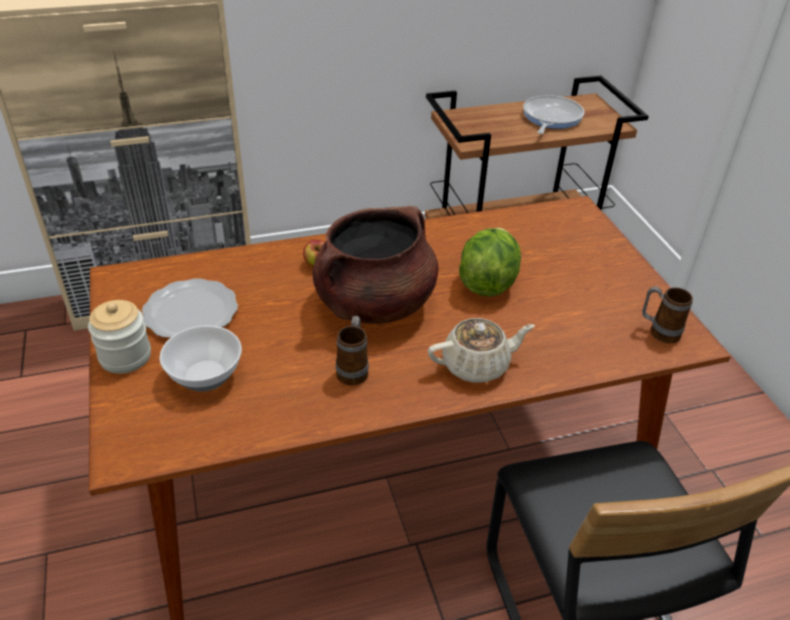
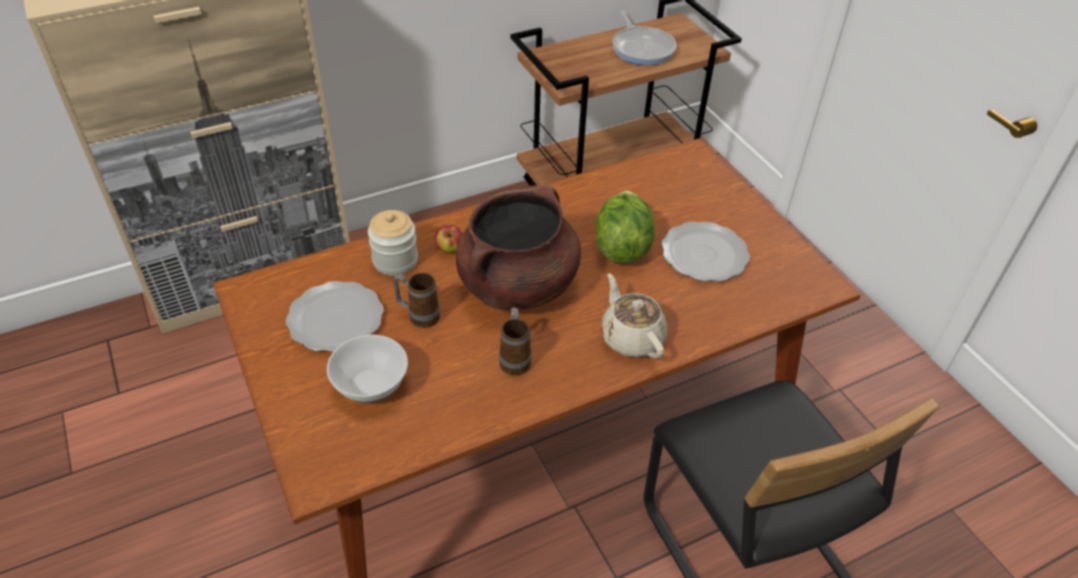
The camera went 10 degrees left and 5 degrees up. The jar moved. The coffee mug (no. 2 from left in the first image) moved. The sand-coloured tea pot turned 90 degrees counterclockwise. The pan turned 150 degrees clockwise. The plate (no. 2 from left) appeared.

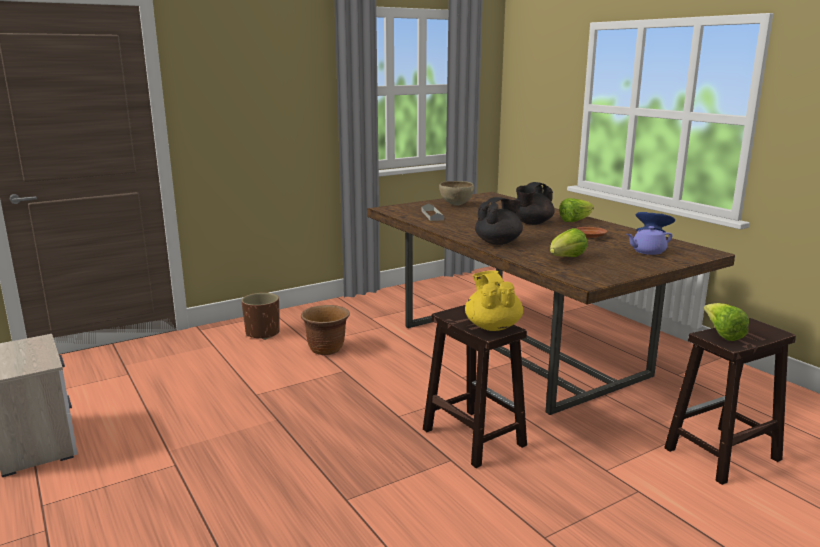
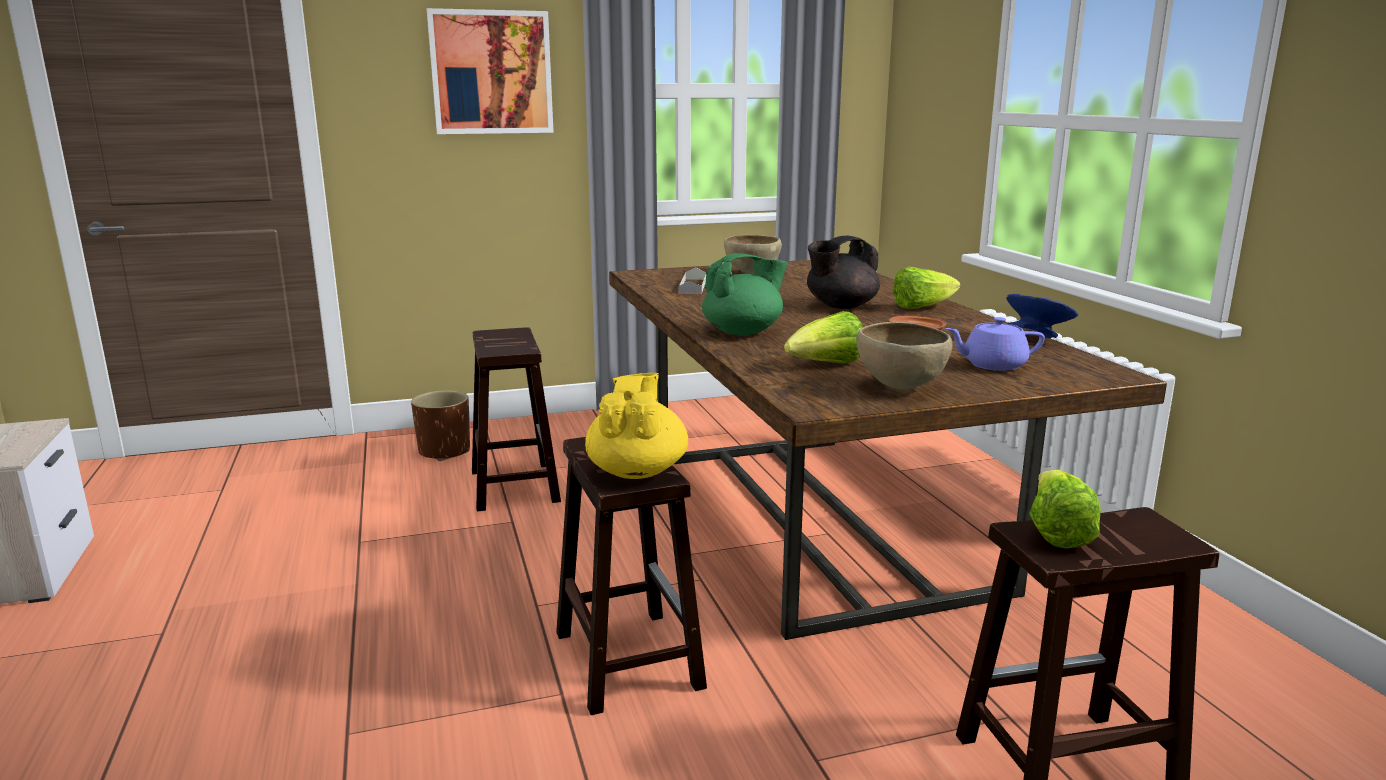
The camera went 15 degrees right and 0 degrees up. The wall picture appeared. The brown planter (no. 2 from left) was replaced by the brown sitting stool (no. 1 from left). The blackish tea pot (no. 1 from left) became the greenish tea pot. The brown serving bowl (no. 2 from left) appeared.

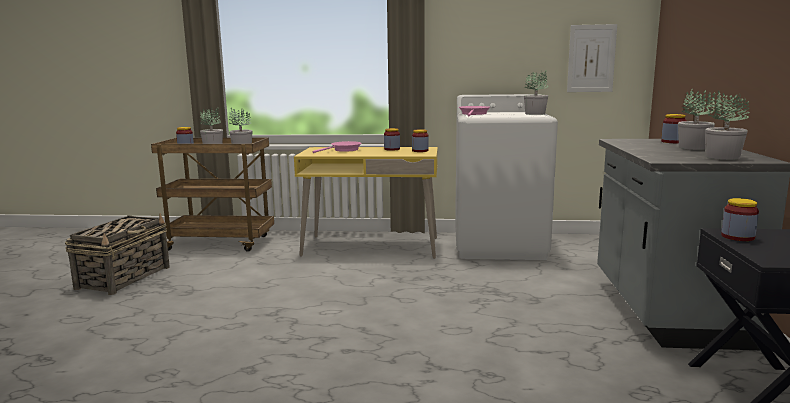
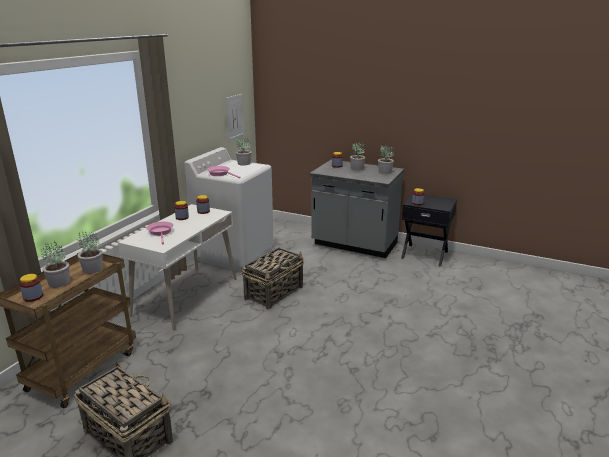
The camera went 70 degrees left and 10 degrees up. The yellowish desk unit became the white desk unit. The storage basket (no. 2 from left) appeared.

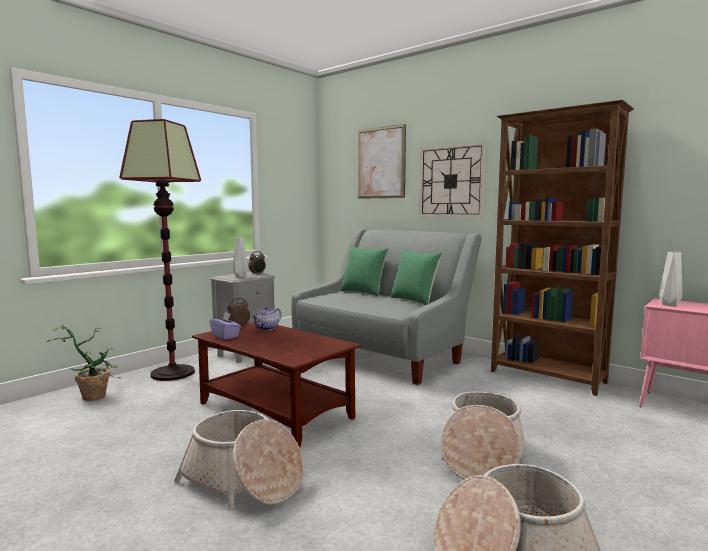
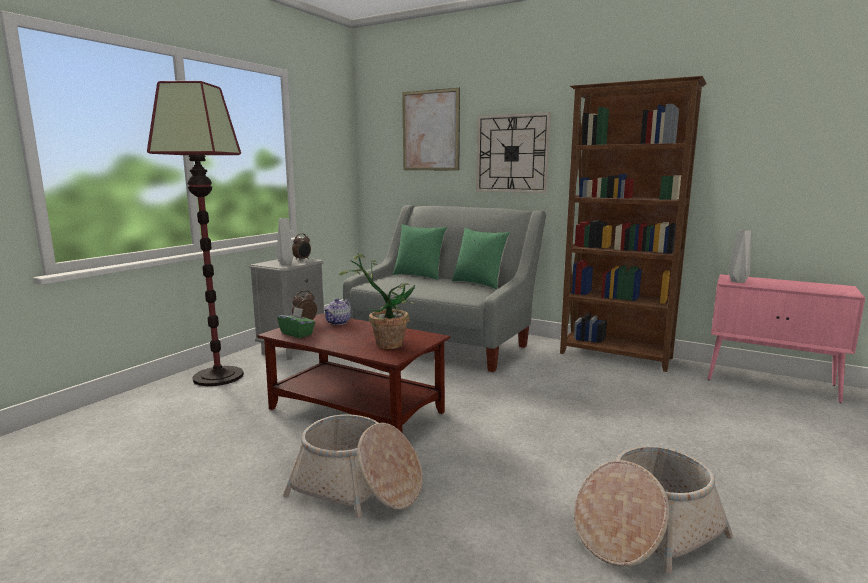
The camera went 10 degrees left and 5 degrees up. The purple-coloured tissue box became the greenish tissue box. The houseplant moved. The storage basket (no. 2 from left) disappeared.

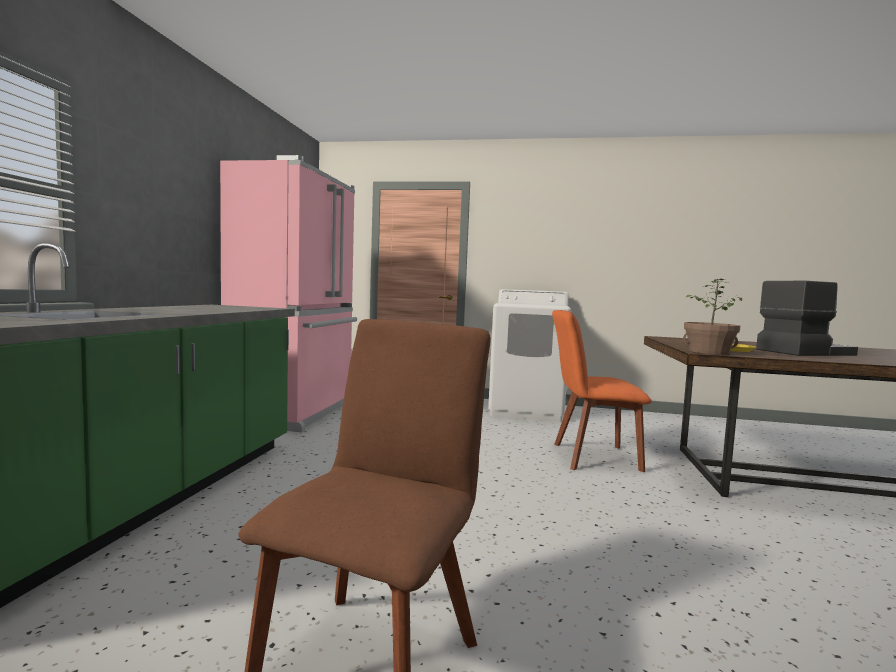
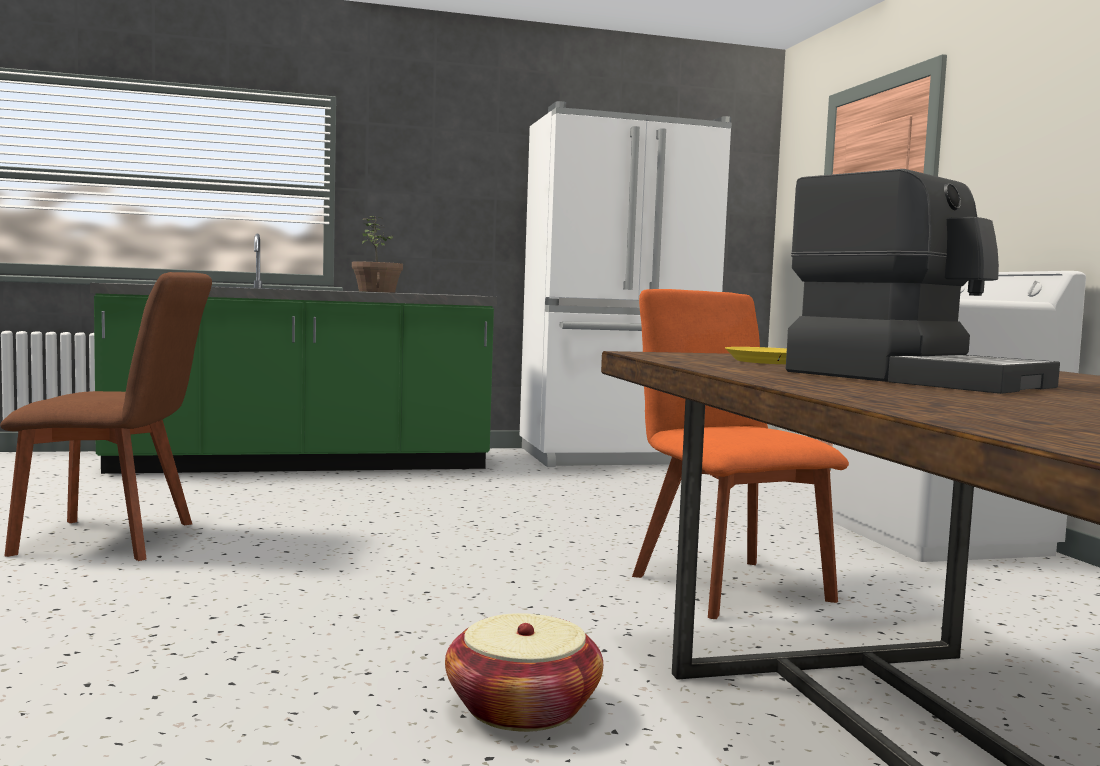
The camera went 65 degrees right and 0 degrees up. The houseplant moved. The storage basket appeared. The pink-coloured fridge became the white fridge.

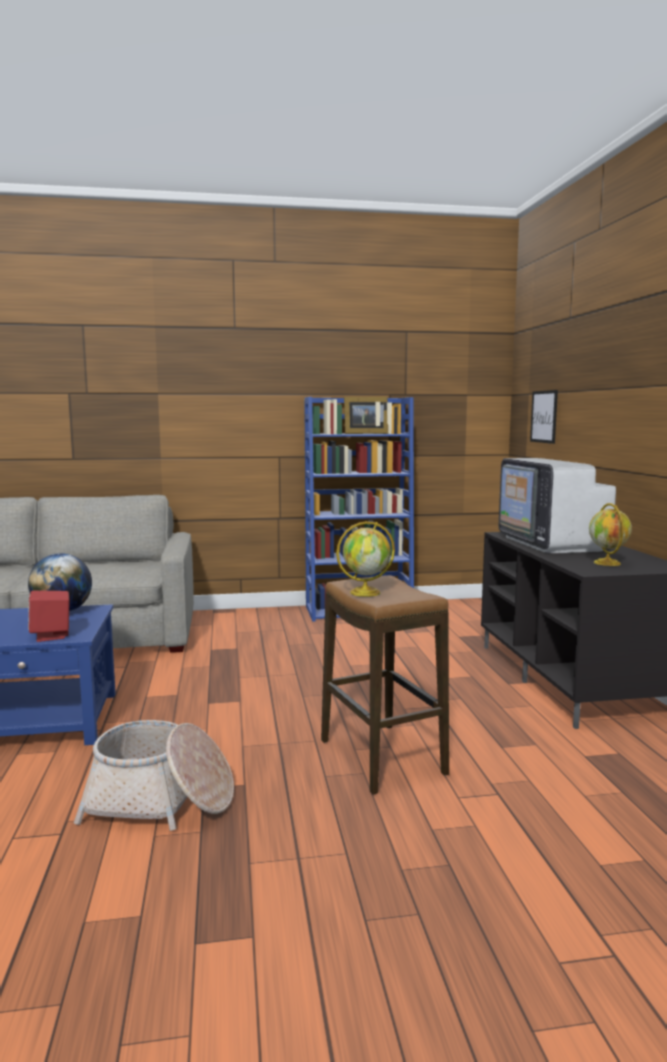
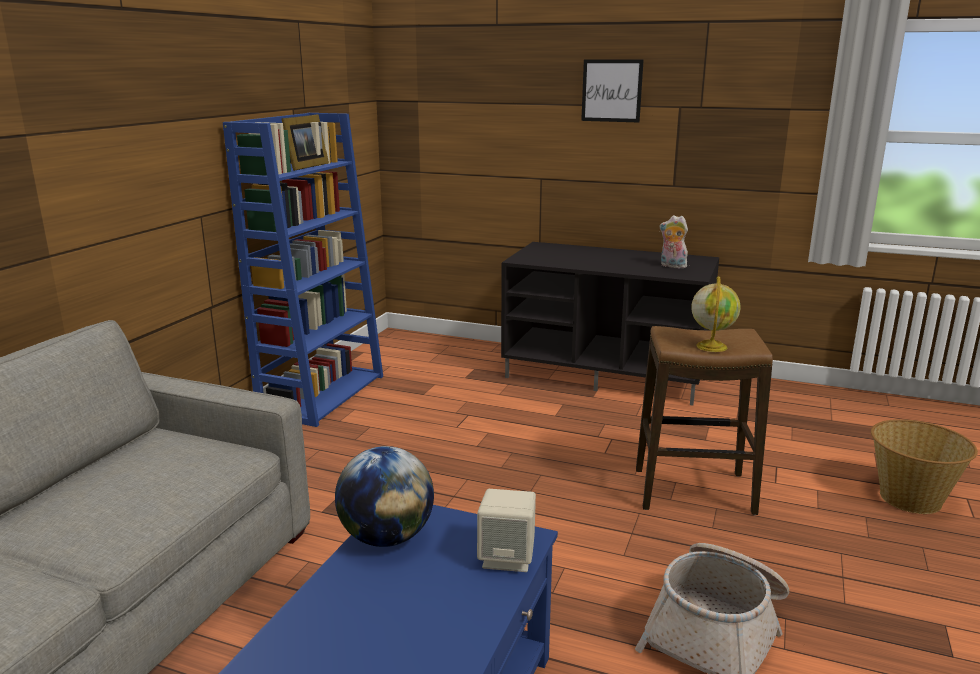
The camera went 60 degrees left and 10 degrees up. The red speaker became the sand-coloured speaker. The wall picture moved. The globe (no. 3 from left) was replaced by the plush toy. The storage basket (no. 2 from left) appeared. The TV set disappeared.

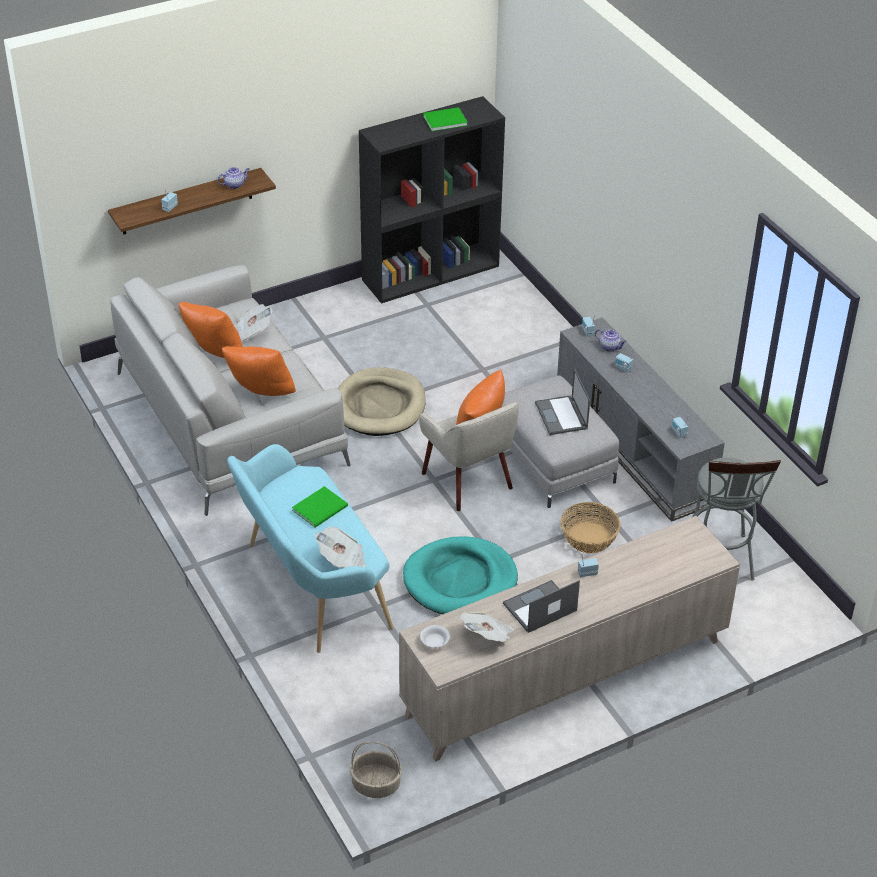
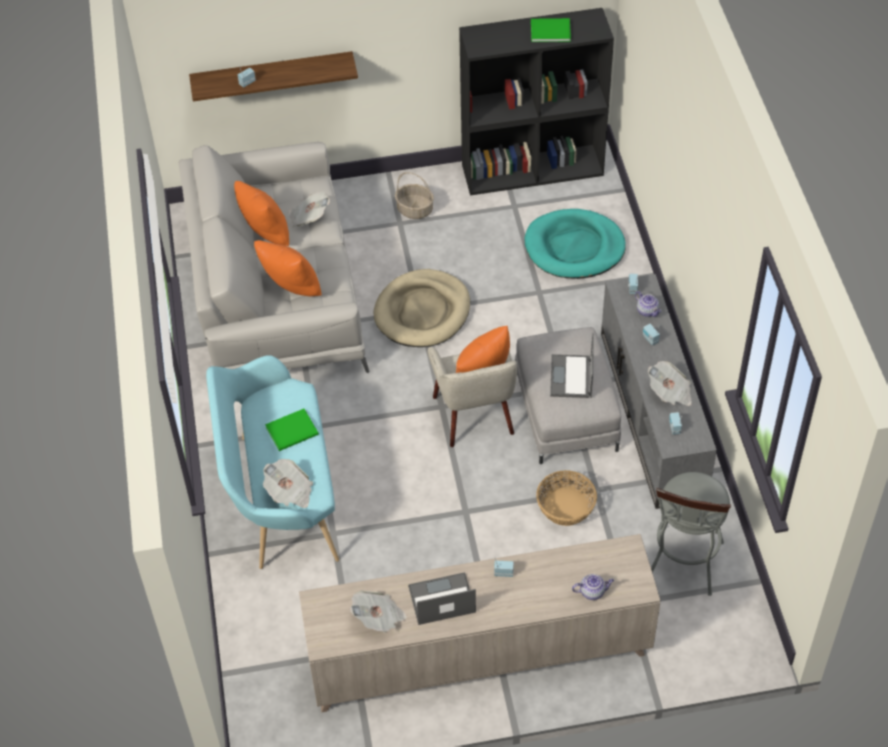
The camera went 20 degrees right and 10 degrees up. The storage basket (no. 1 from left) moved. The turquoise pet bed moved. The tea pot (no. 1 from left) moved. The printed paper (no. 4 from left) appeared. The white serving bowl disappeared.

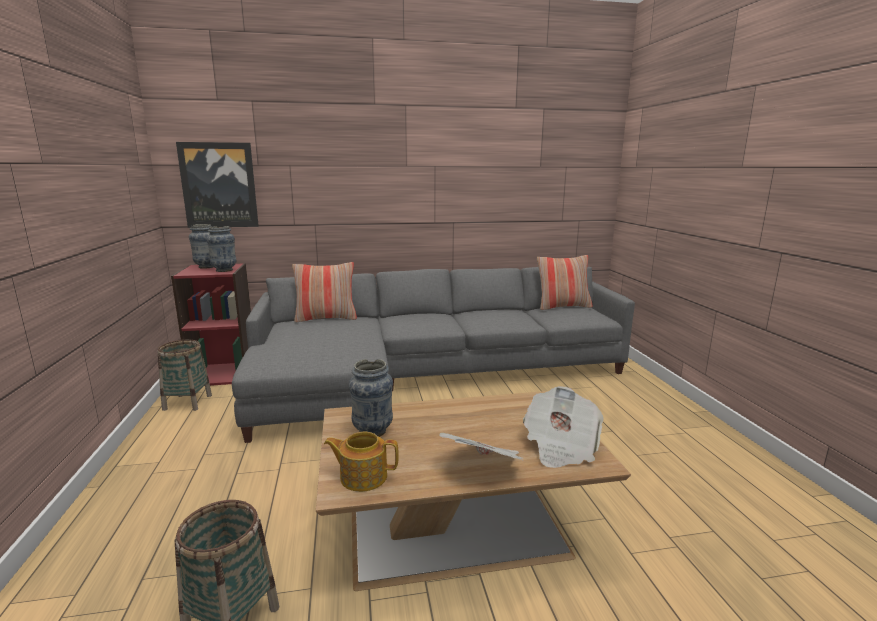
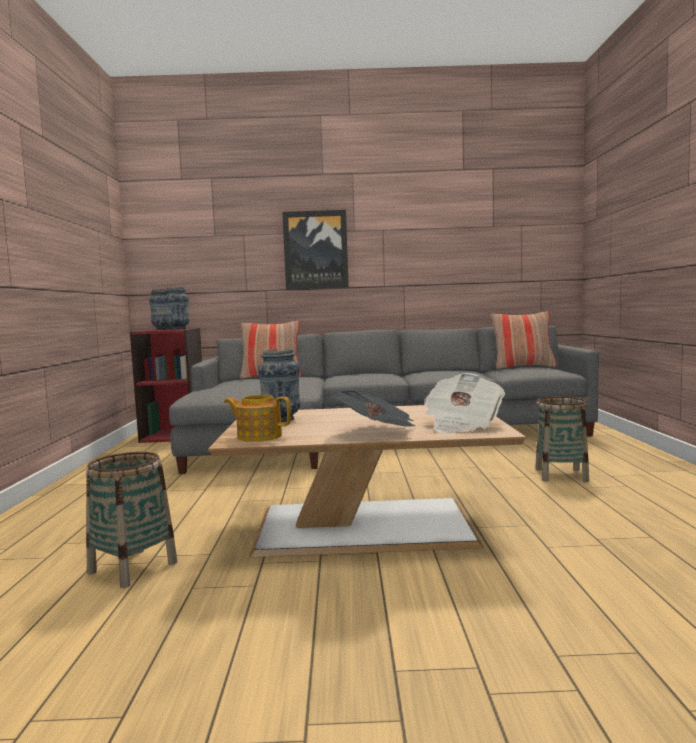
The camera went 10 degrees right and 10 degrees down. The wall picture moved. The storage basket (no. 1 from left in the first image) moved.

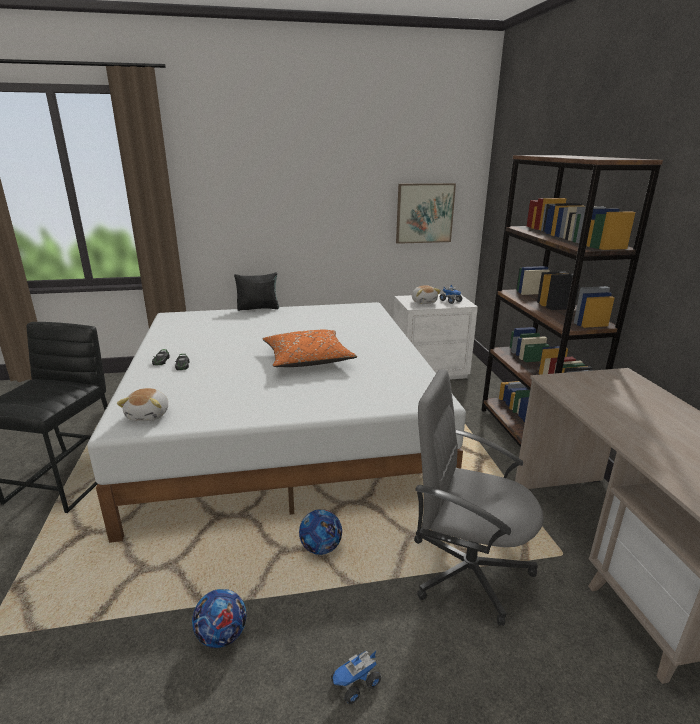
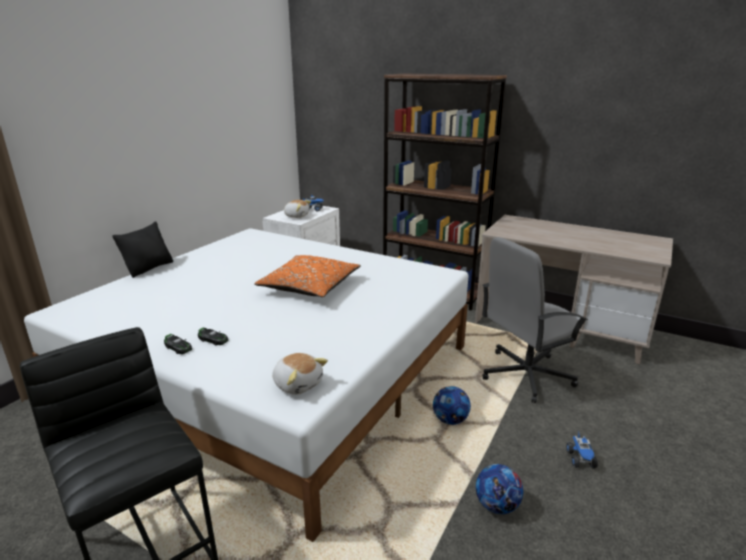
The camera went 50 degrees left and 0 degrees up. The wall picture disappeared.

